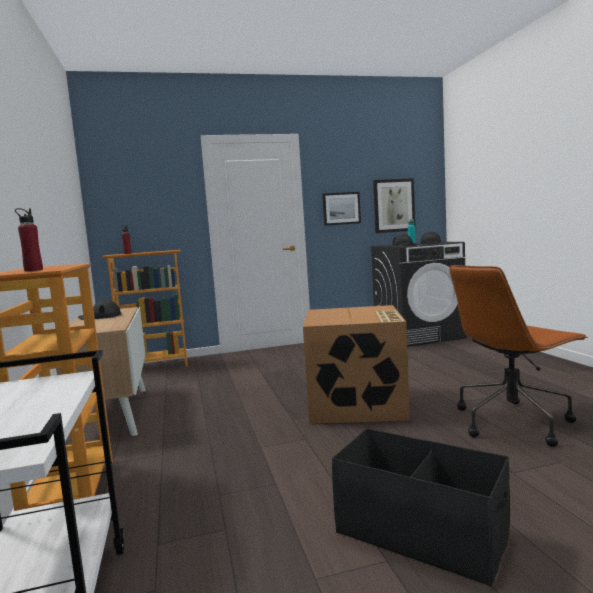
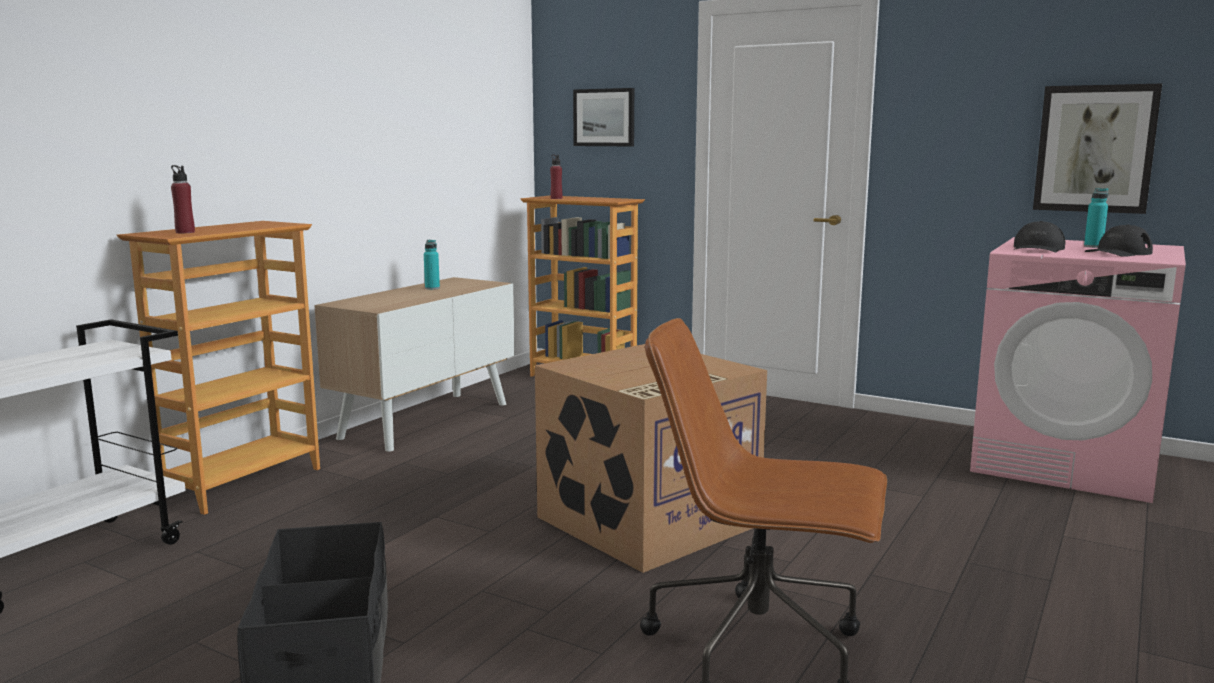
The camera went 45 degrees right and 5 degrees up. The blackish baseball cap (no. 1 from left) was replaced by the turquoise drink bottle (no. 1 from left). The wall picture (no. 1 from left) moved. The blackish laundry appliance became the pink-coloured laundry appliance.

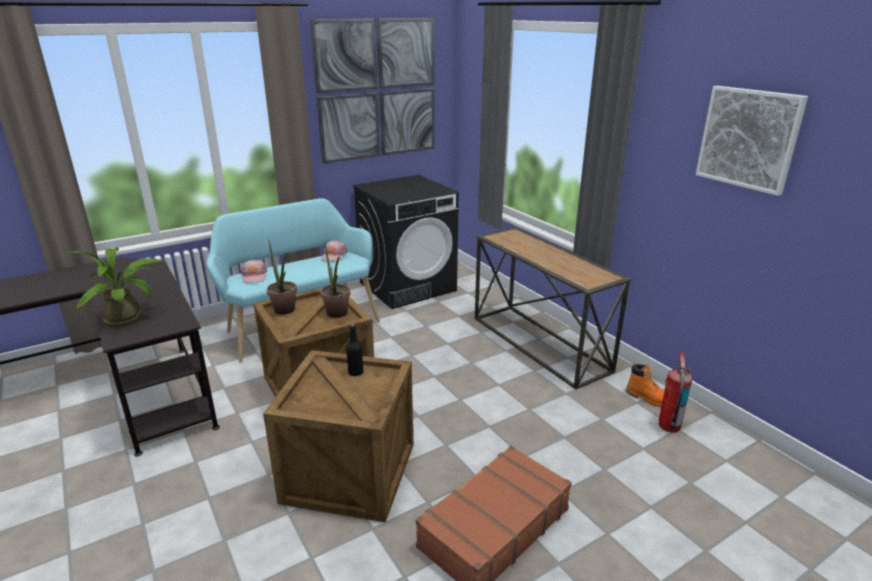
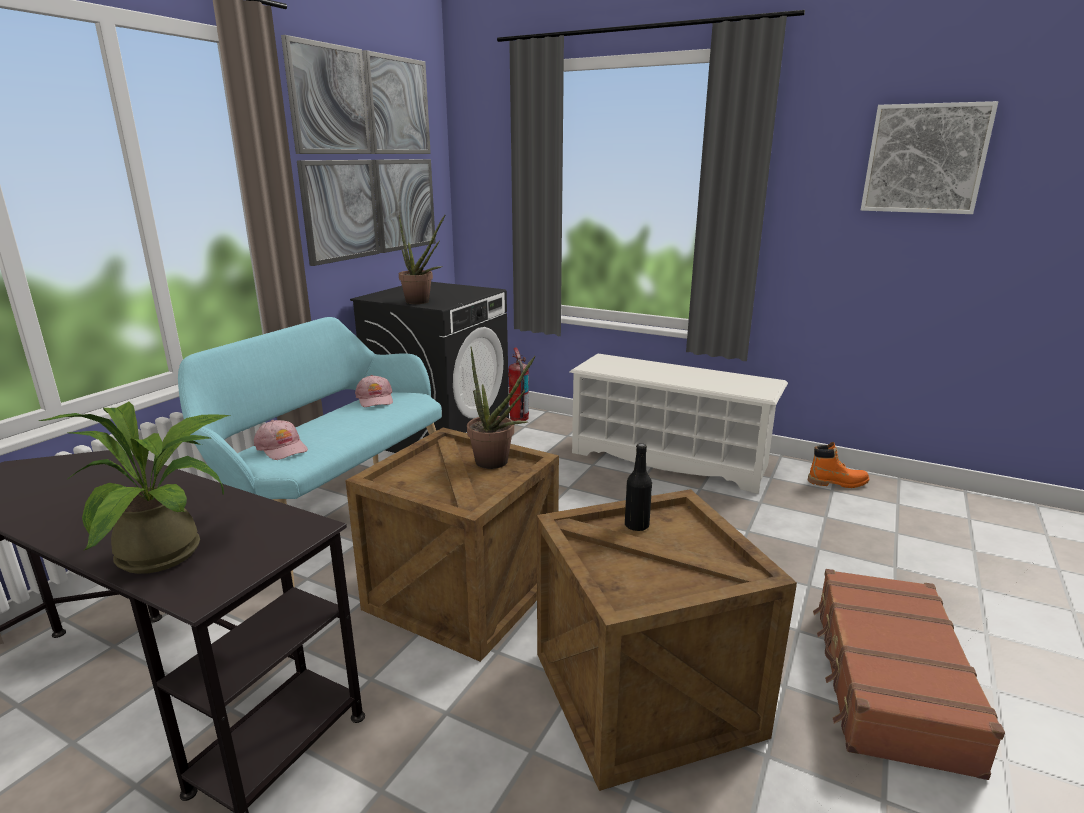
The camera went 30 degrees left and 5 degrees down. The houseplant (no. 2 from left) moved. The fire-fighting cylinder moved. The console table was replaced by the white shoe stand.

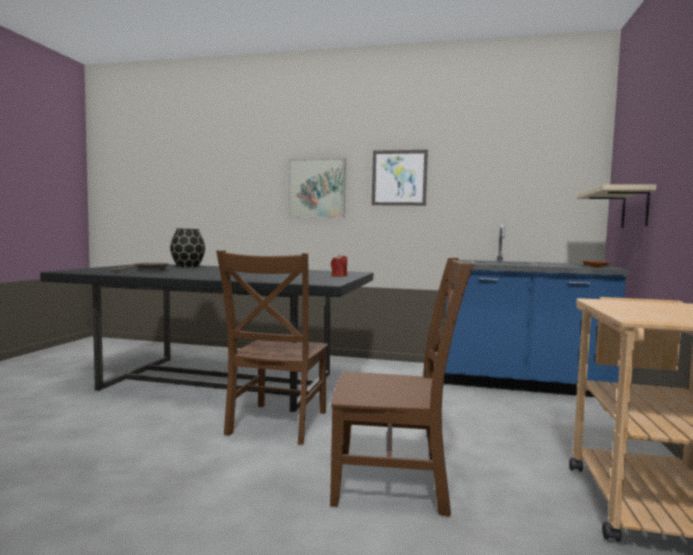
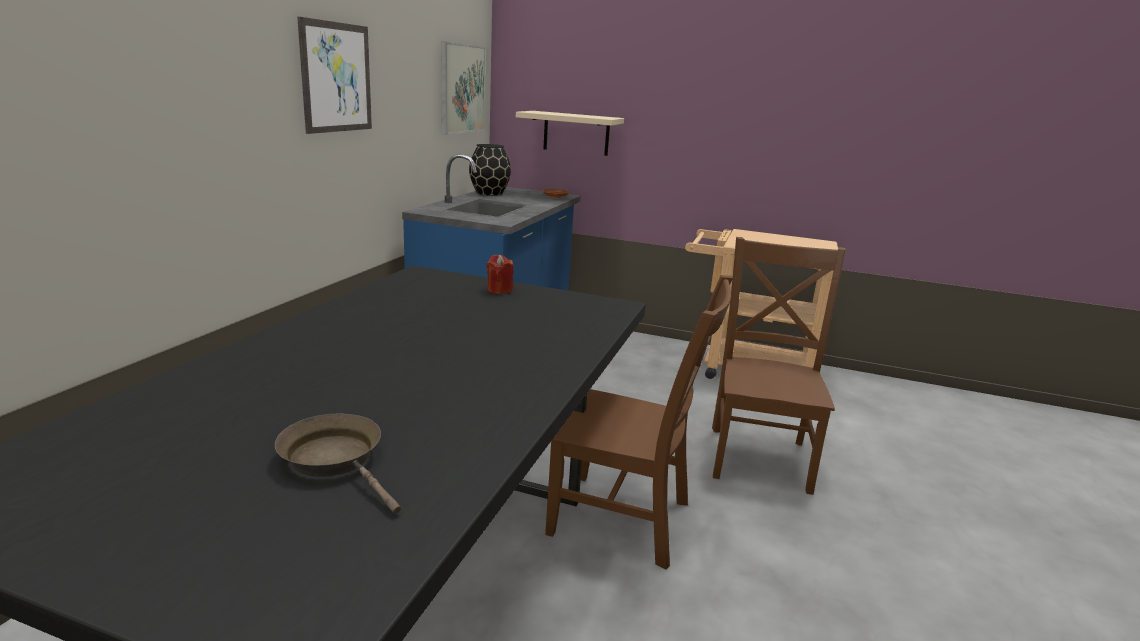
The camera went 85 degrees left and 15 degrees up. The wall picture (no. 1 from left in the first image) moved. The blackish vase moved.

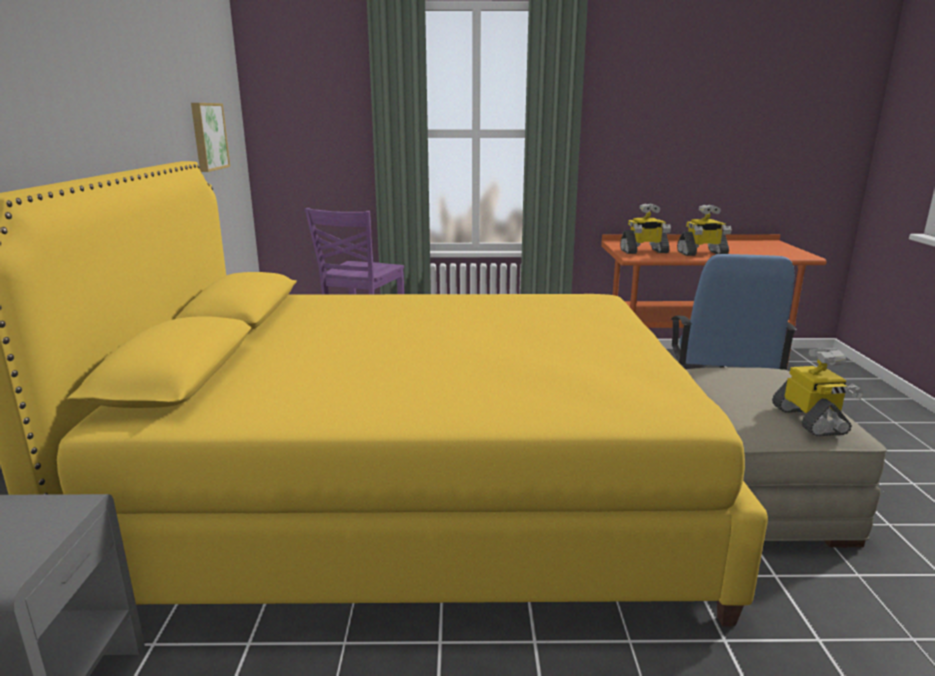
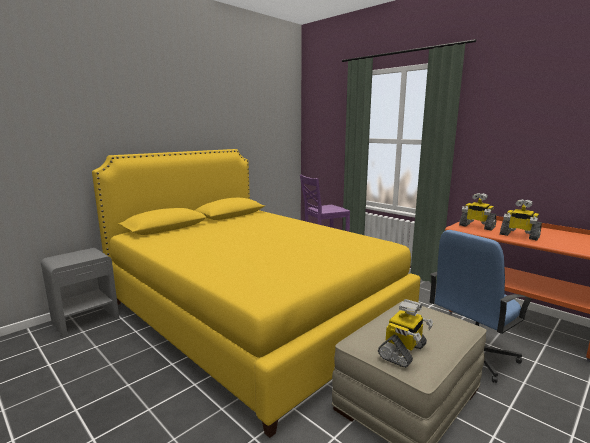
The camera went 45 degrees right and 5 degrees down. The wall picture disappeared.

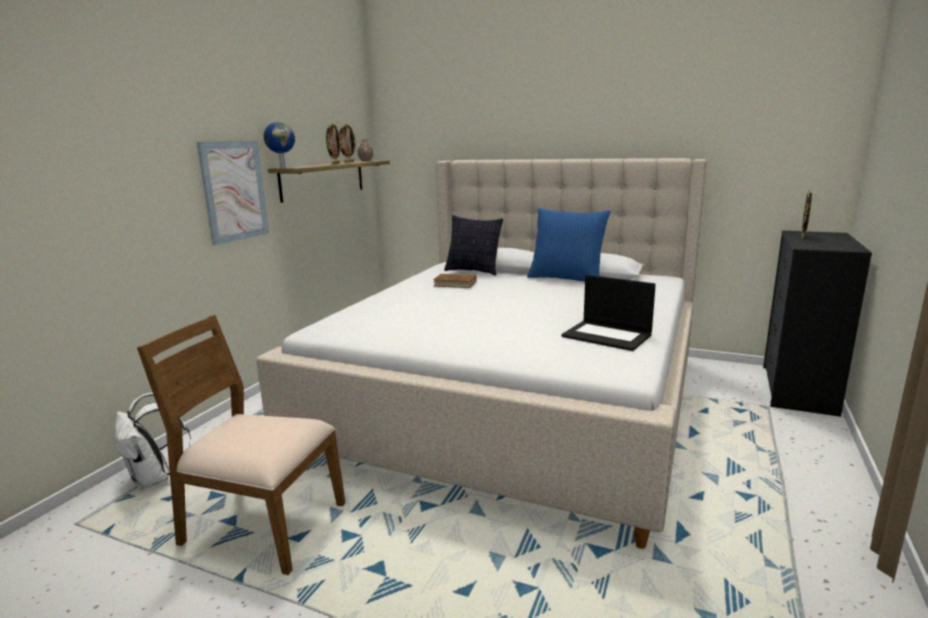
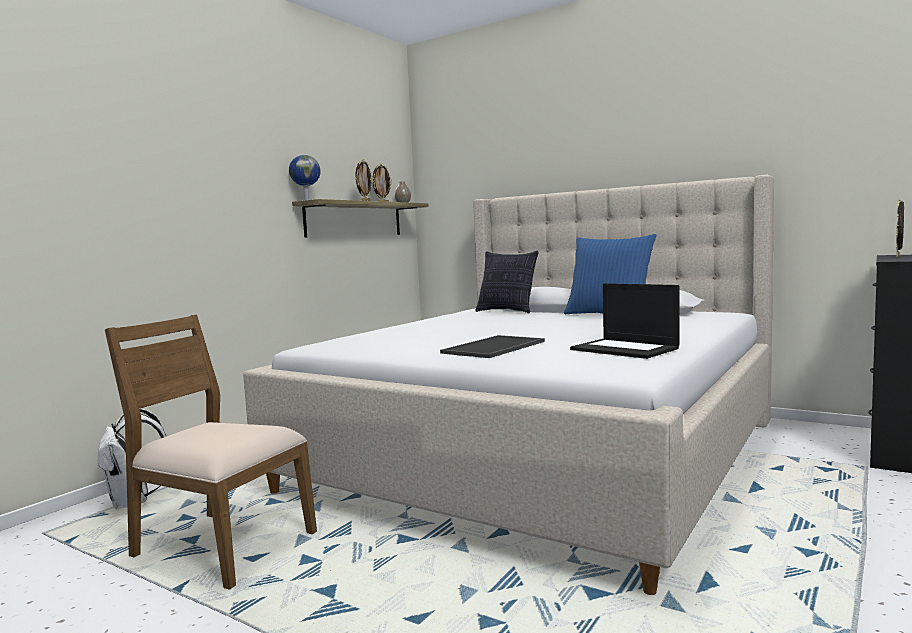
The camera went 10 degrees right and 10 degrees down. The carrying tray appeared. The wall picture disappeared. The brown book disappeared.

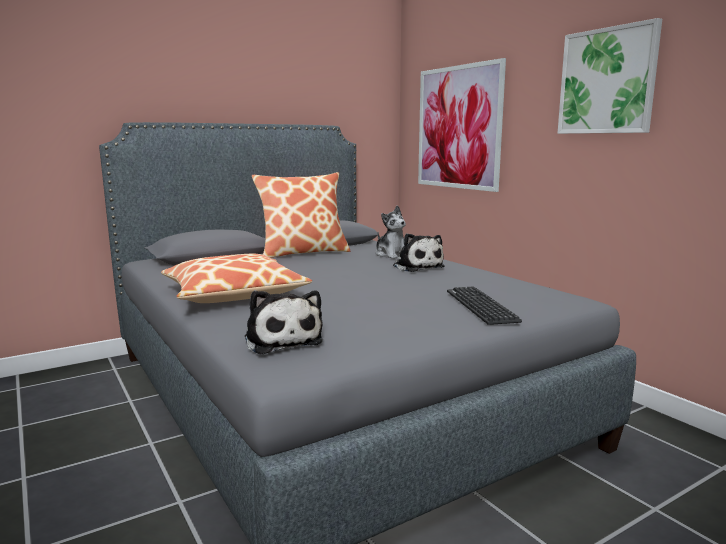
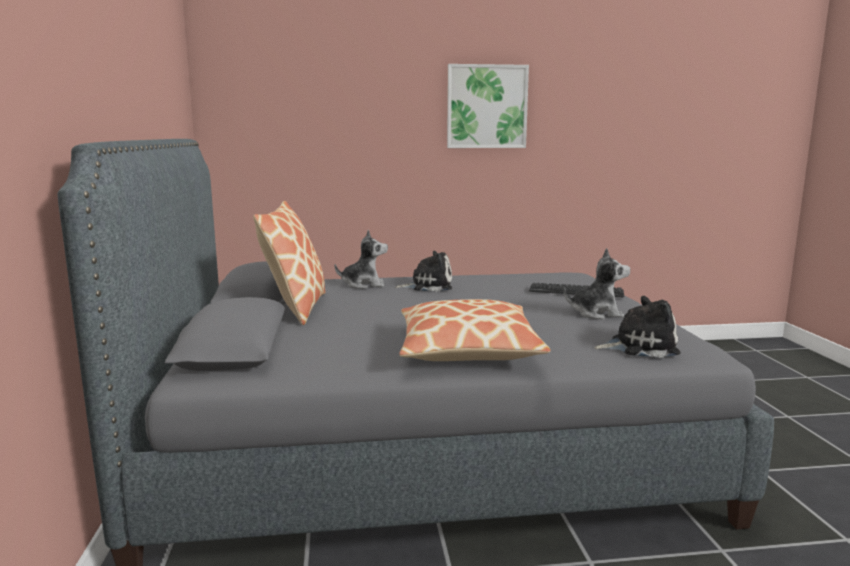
The camera went 65 degrees left and 0 degrees up. The plush toy (no. 3 from left) appeared. The wall picture (no. 1 from left) disappeared.

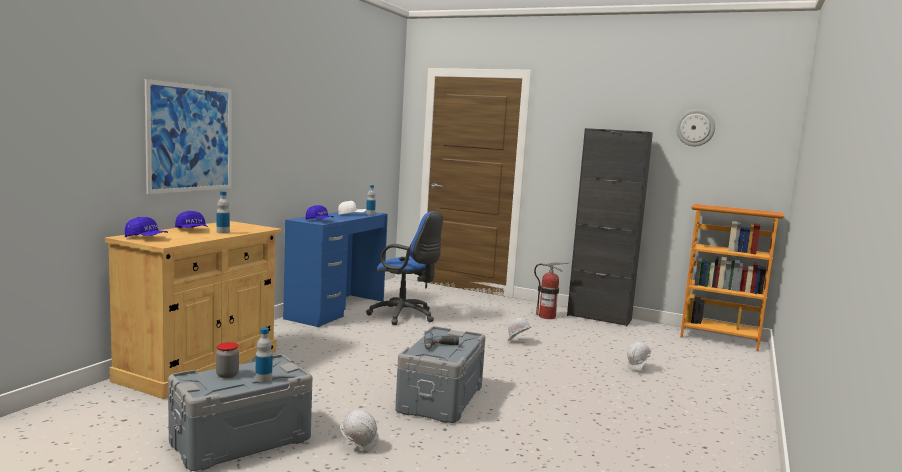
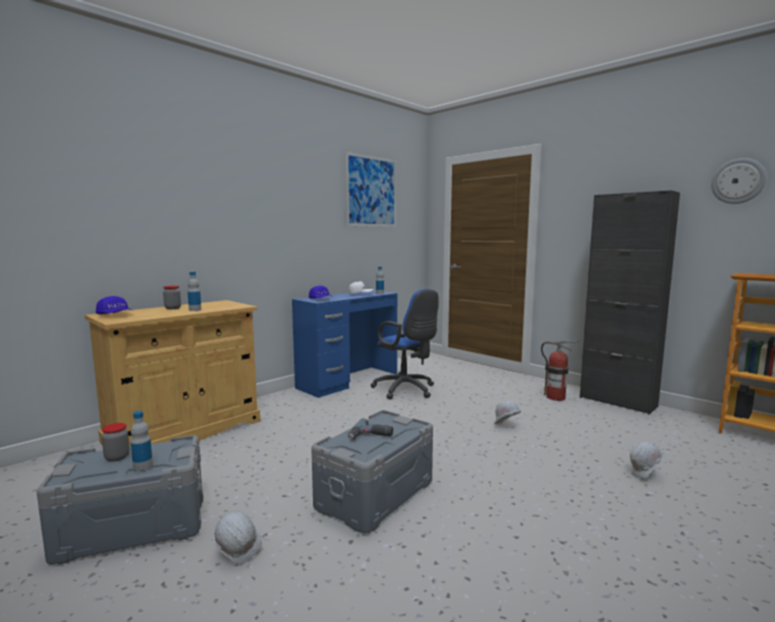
The camera went 20 degrees right and 0 degrees up. The blue baseball cap (no. 2 from left) was replaced by the jar (no. 2 from left). The wall picture moved.

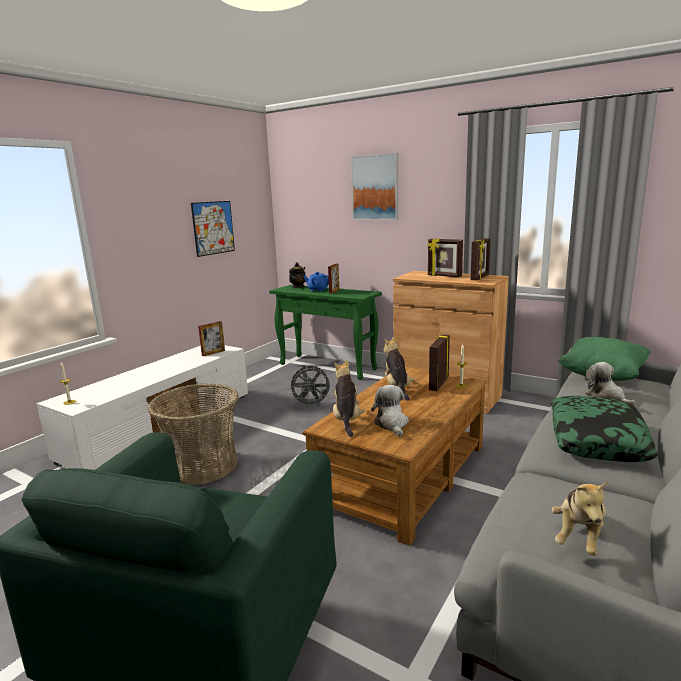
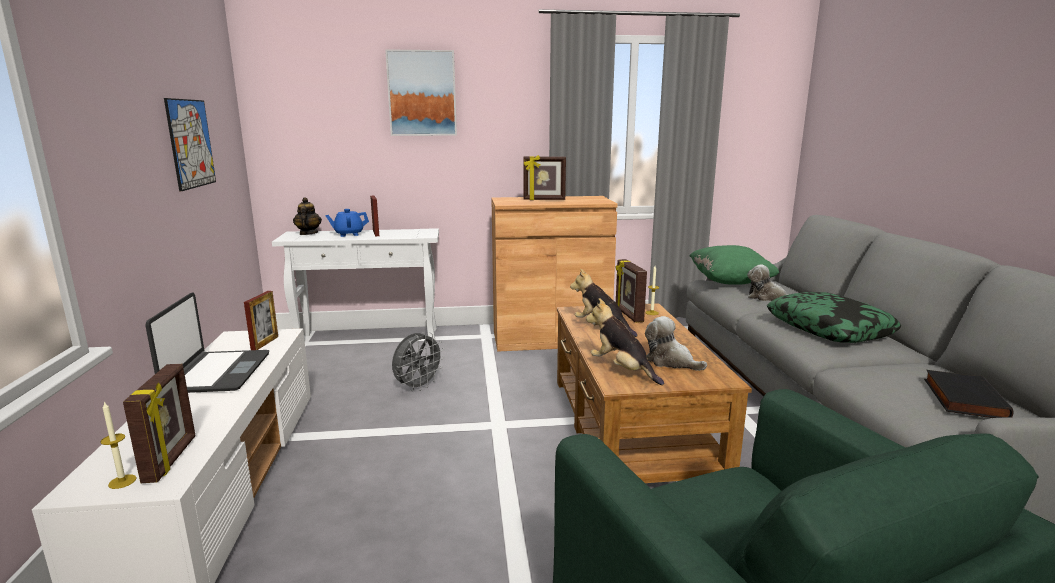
The camera went 40 degrees left and 0 degrees up. The picture frame (no. 5 from left in the first image) moved. The portable computer appeared. The greenish console table became the white console table. The plush toy (no. 4 from left) was replaced by the blackish book. The storage basket disappeared.

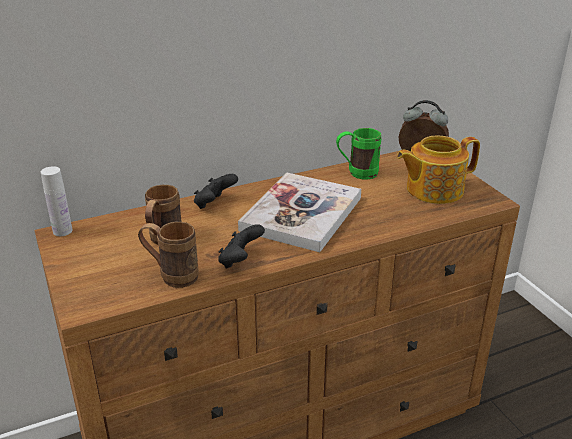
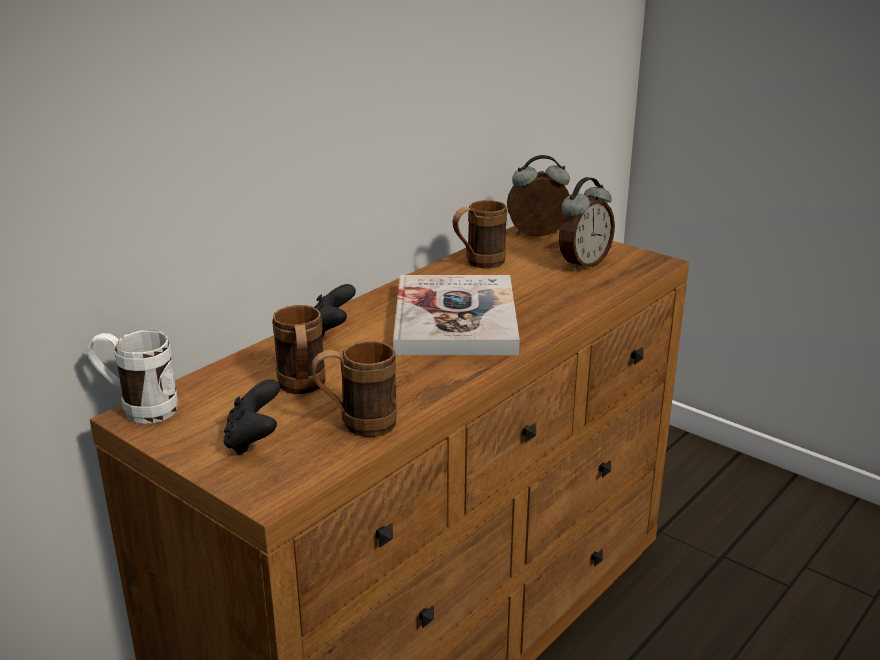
The camera went 25 degrees left and 5 degrees down. The white drink bottle was replaced by the white coffee mug. The blackish game controller (no. 2 from left in the first image) moved. The greenish coffee mug became the brown coffee mug (no. 3 from left). The tea pot was replaced by the table clock (no. 2 from left).

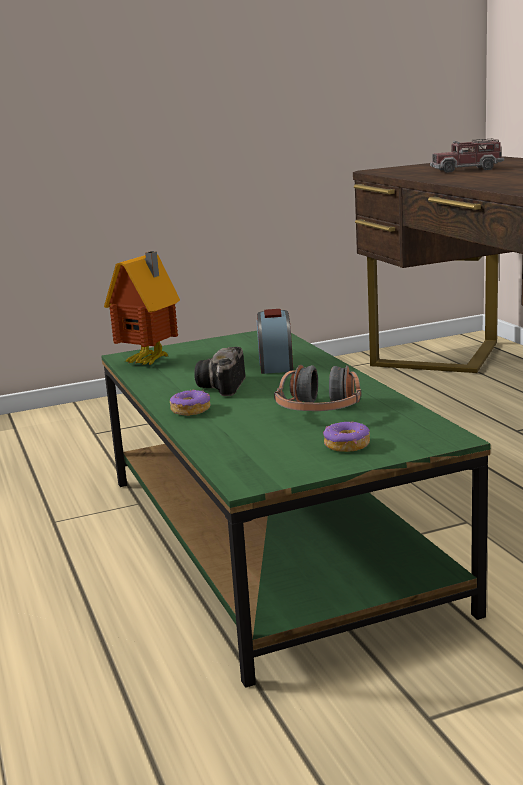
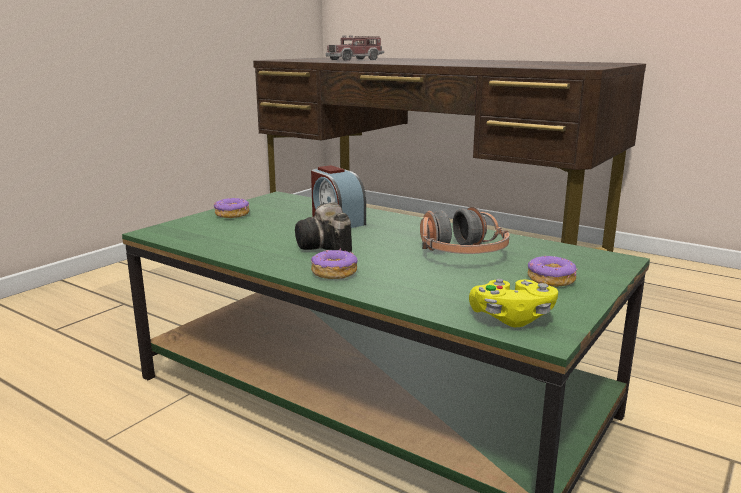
The camera went 35 degrees left and 0 degrees up. The ring doughnut (no. 1 from left) appeared. The yellowish game controller appeared. The miniature house disappeared.

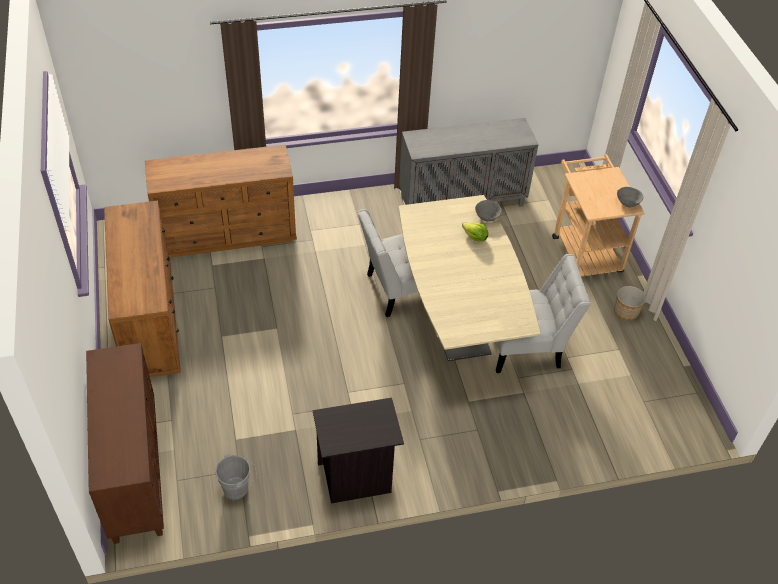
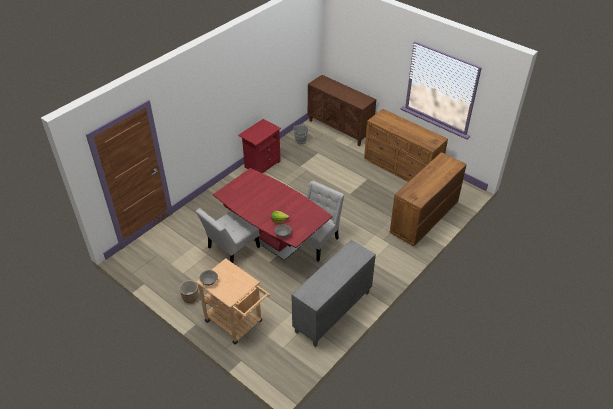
The camera went 145 degrees right and 5 degrees down. The sand-coloured dining table became the red dining table. The blackish bedside table became the red bedside table.

